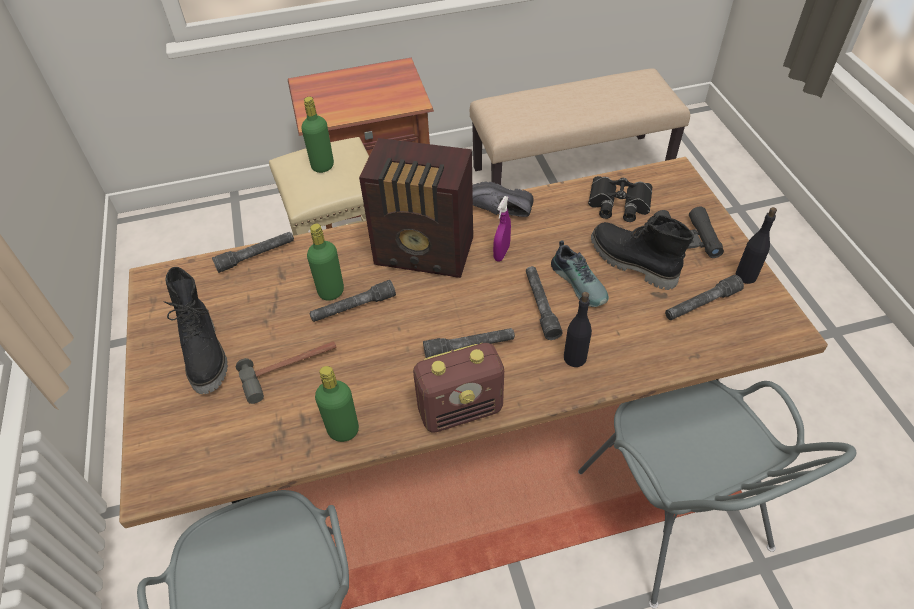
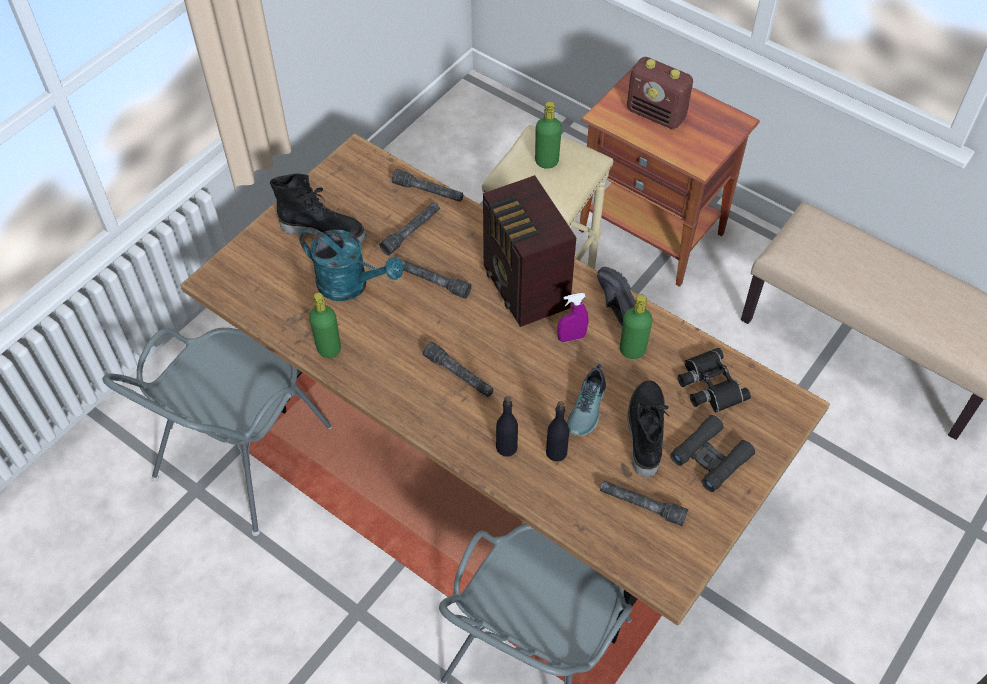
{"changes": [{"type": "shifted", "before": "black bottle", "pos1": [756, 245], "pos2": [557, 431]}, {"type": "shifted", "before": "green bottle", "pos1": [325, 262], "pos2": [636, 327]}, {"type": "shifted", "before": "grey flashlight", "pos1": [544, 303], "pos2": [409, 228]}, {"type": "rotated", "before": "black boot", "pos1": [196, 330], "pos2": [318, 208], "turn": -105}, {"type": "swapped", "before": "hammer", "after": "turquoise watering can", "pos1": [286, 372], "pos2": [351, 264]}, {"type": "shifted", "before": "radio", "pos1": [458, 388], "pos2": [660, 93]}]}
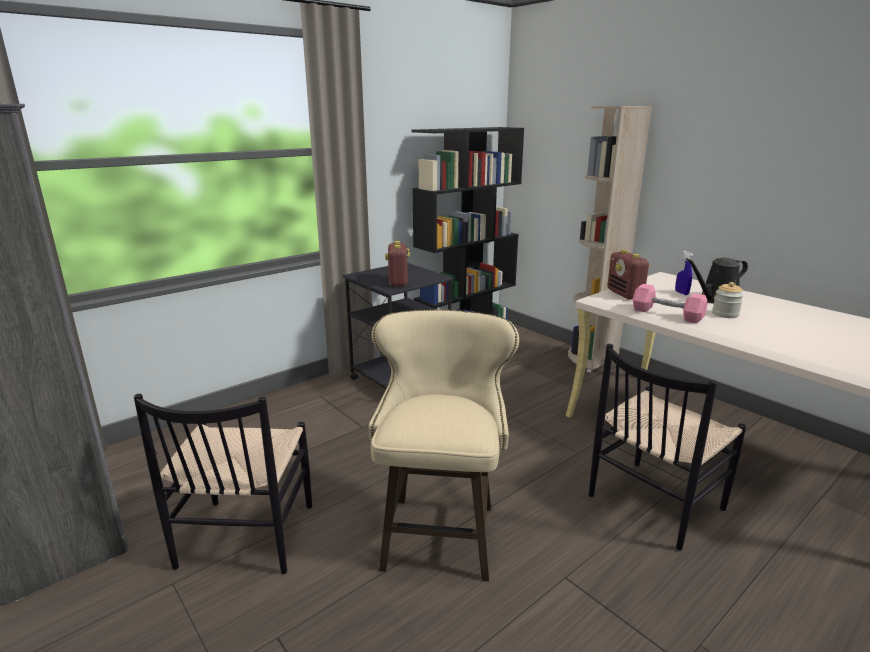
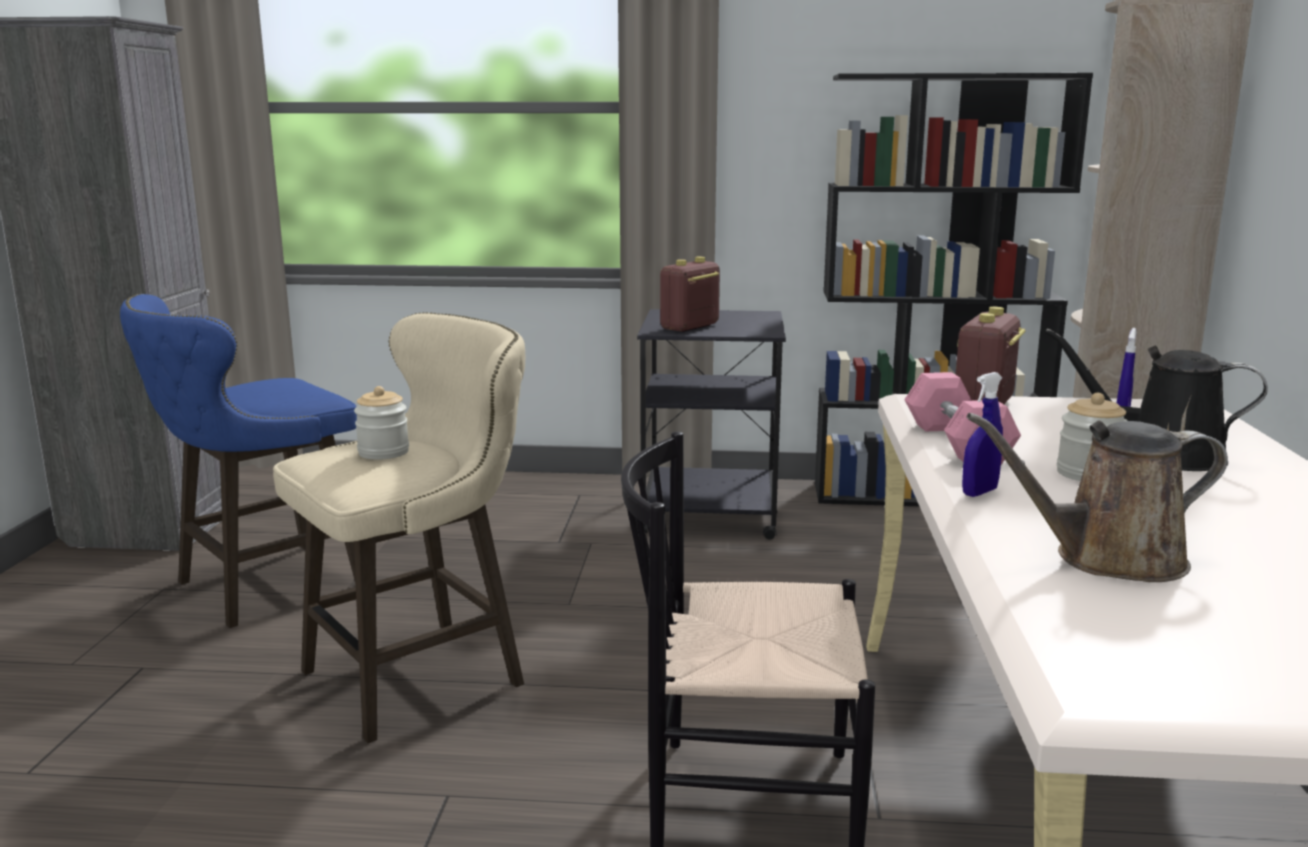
{"changes": [{"type": "swapped", "before": "black chair", "after": "blue stool", "pos1": [223, 484], "pos2": [238, 461]}, {"type": "new", "after": "blue spray bottle", "pos2": [982, 434]}, {"type": "new", "after": "jar", "pos2": [381, 423]}, {"type": "new", "after": "brown watering can", "pos2": [1097, 497]}]}
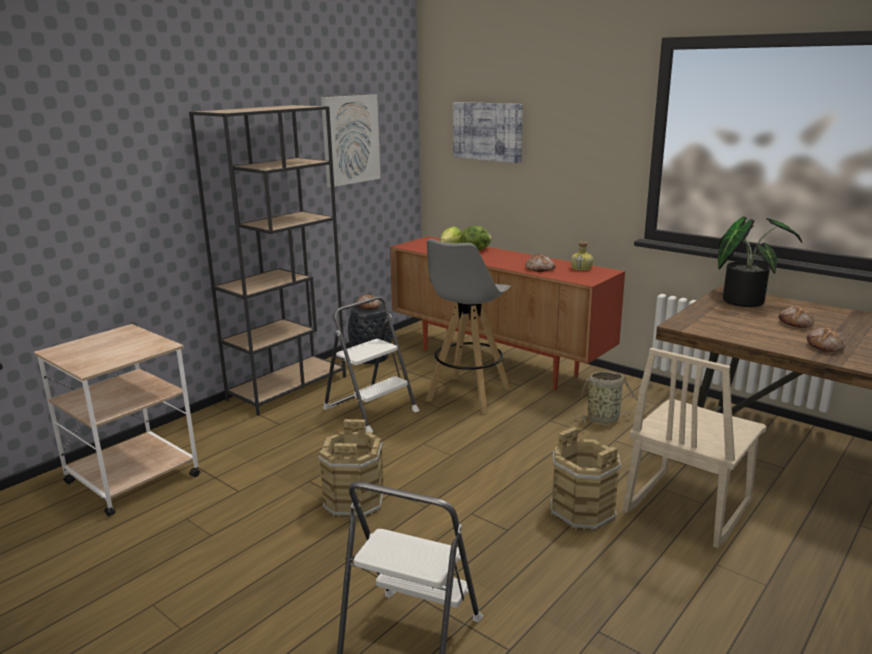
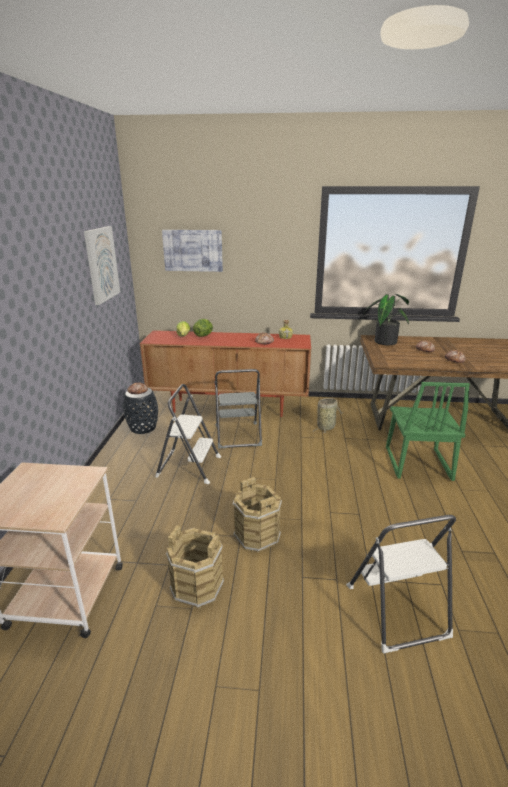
{"changes": [{"type": "gone", "before": "bookcase", "pos1": [267, 260]}, {"type": "swapped", "before": "grey stool", "after": "grey step ladder", "pos1": [468, 326], "pos2": [238, 409]}, {"type": "repainted", "before": "beige chair", "after": "green chair", "pos1": [695, 448], "pos2": [428, 431]}, {"type": "shifted", "before": "brown bucket", "pos1": [585, 479], "pos2": [195, 566]}]}
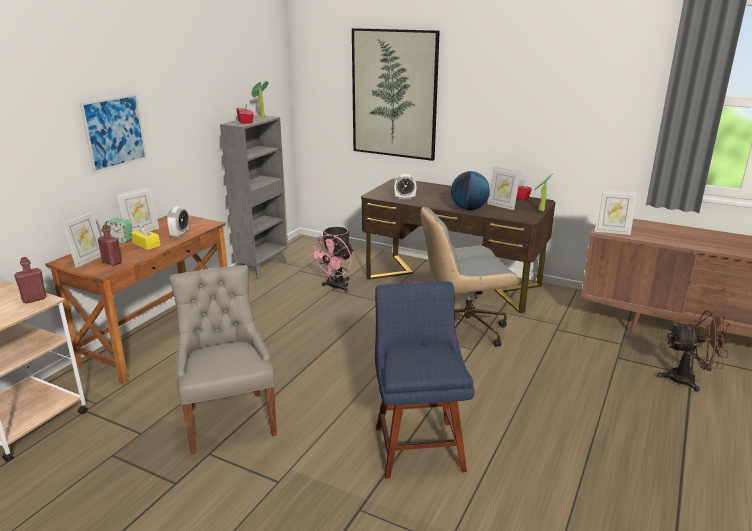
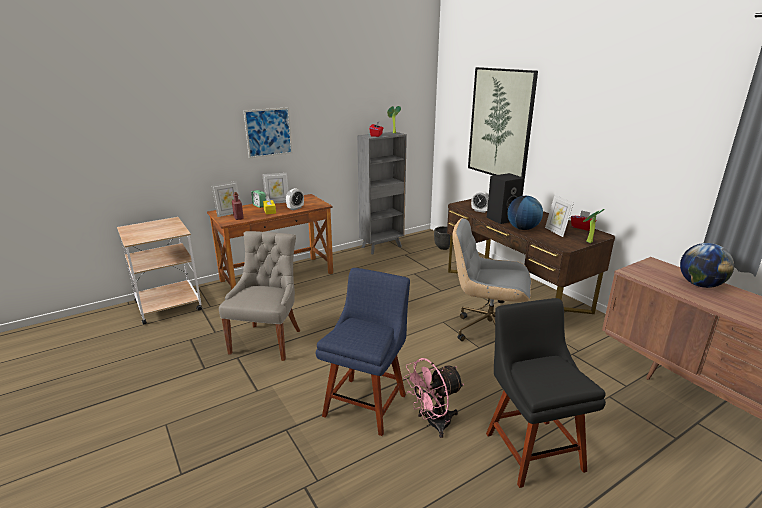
{"changes": [{"type": "gone", "before": "picture frame", "pos1": [616, 212]}, {"type": "shifted", "before": "pink fan", "pos1": [331, 263], "pos2": [433, 398]}, {"type": "gone", "before": "red bottle", "pos1": [30, 280]}, {"type": "gone", "before": "brown fan", "pos1": [694, 351]}, {"type": "new", "after": "black speaker", "pos2": [506, 198]}, {"type": "new", "after": "globe", "pos2": [707, 265]}, {"type": "new", "after": "black chair", "pos2": [546, 393]}]}
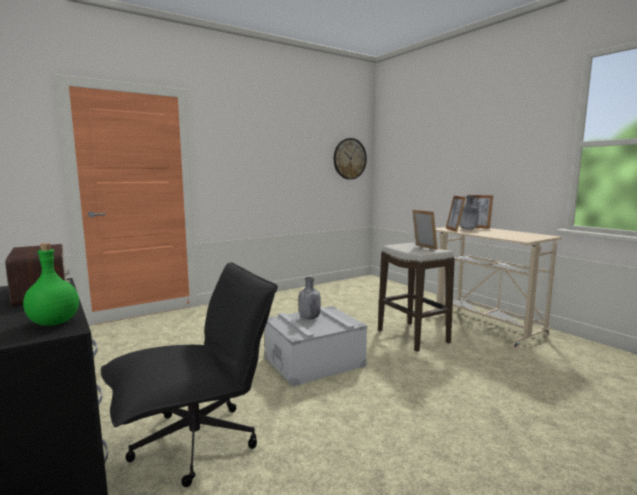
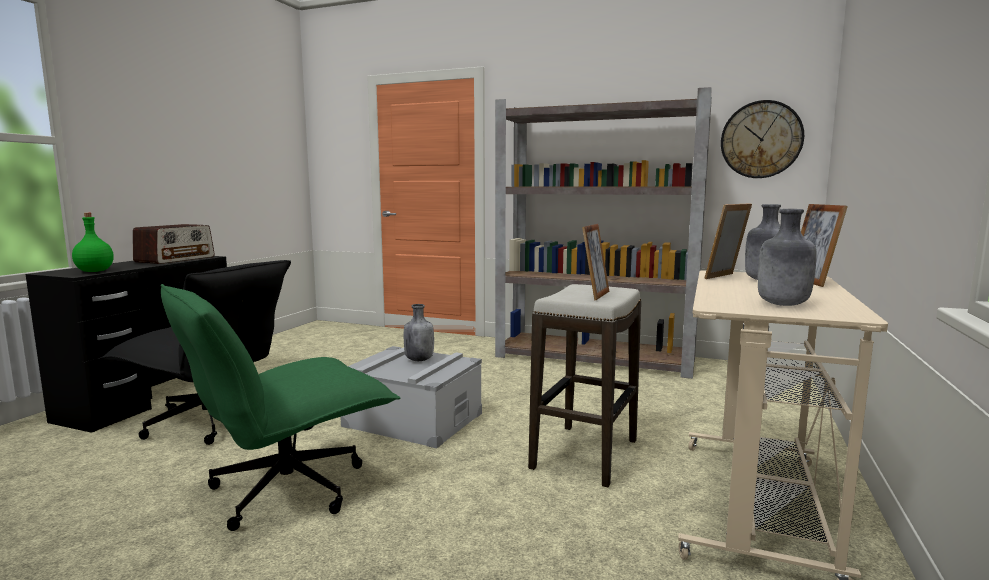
{"changes": [{"type": "new", "after": "brown bookcase", "pos2": [603, 233]}, {"type": "new", "after": "grey bottle", "pos2": [787, 257]}, {"type": "new", "after": "green office chair", "pos2": [280, 407]}]}
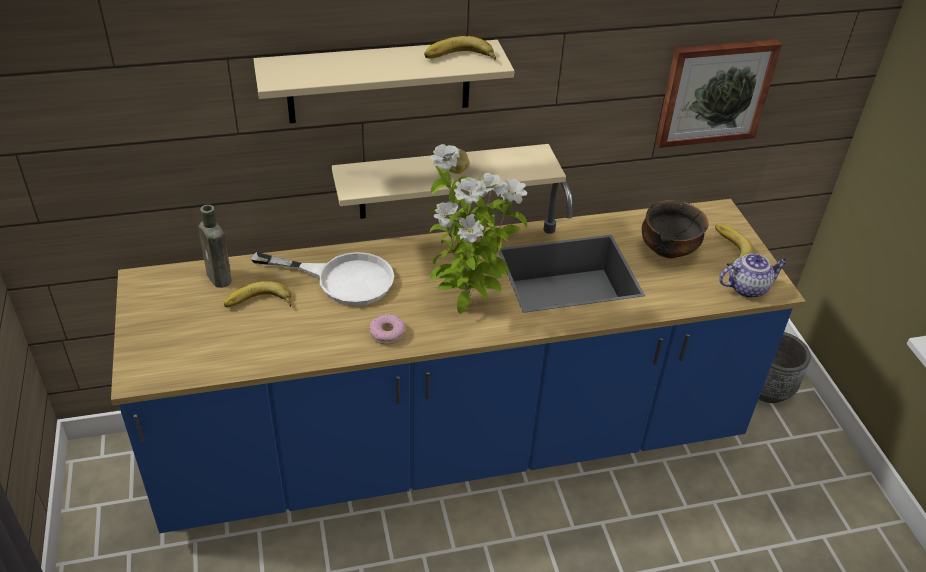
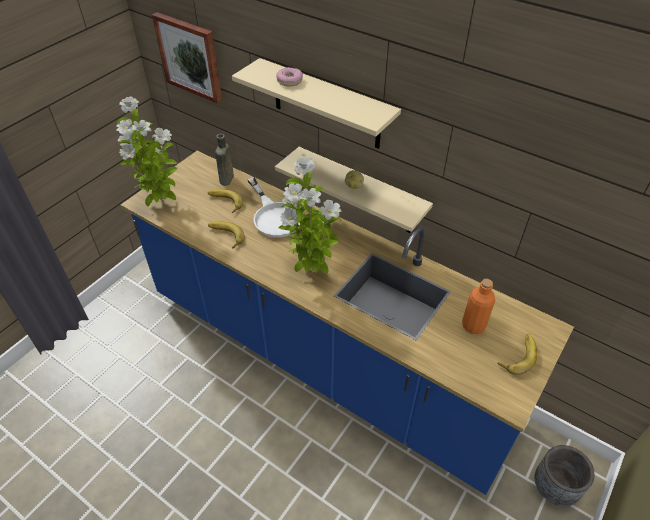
{"changes": [{"type": "shifted", "before": "banana", "pos1": [460, 48], "pos2": [226, 234]}, {"type": "shifted", "before": "picture", "pos1": [718, 93], "pos2": [187, 58]}, {"type": "swapped", "before": "bowl", "after": "orange bottle", "pos1": [675, 229], "pos2": [478, 306]}, {"type": "gone", "before": "teapot", "pos1": [753, 275]}, {"type": "shifted", "before": "donut", "pos1": [387, 329], "pos2": [289, 76]}, {"type": "new", "after": "potted plant", "pos2": [147, 151]}]}
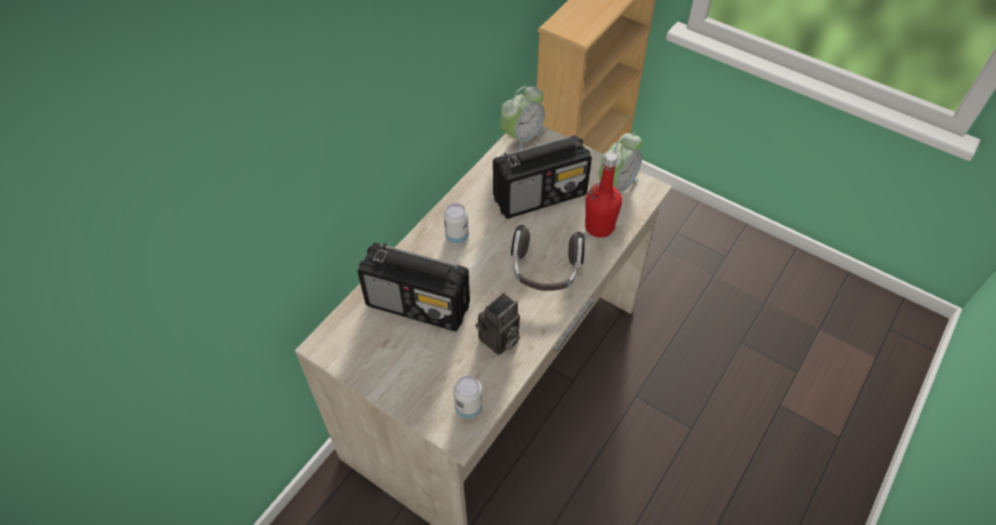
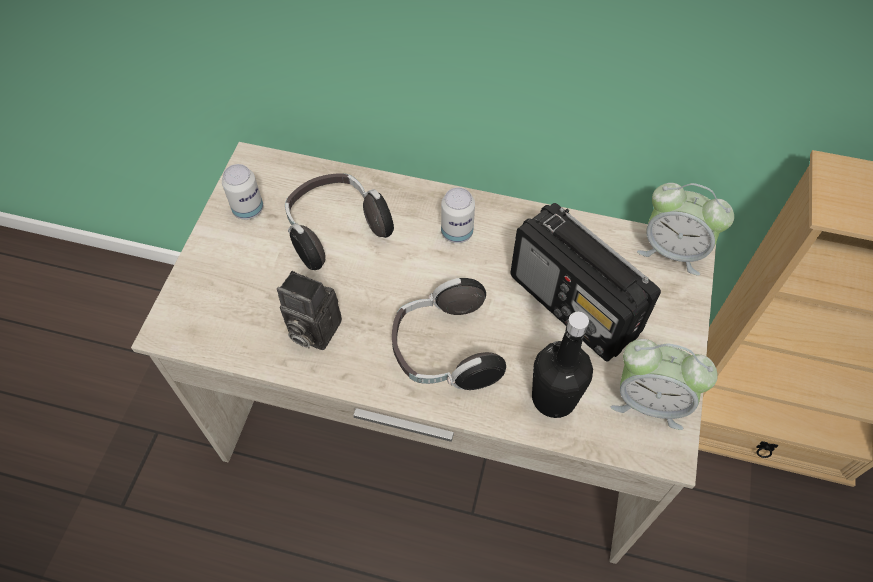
{"changes": [{"type": "repainted", "before": "red bottle", "after": "black bottle", "pos1": [603, 195], "pos2": [562, 365]}, {"type": "swapped", "before": "radio", "after": "headphones", "pos1": [413, 287], "pos2": [339, 221]}, {"type": "shifted", "before": "can", "pos1": [467, 397], "pos2": [242, 192]}]}
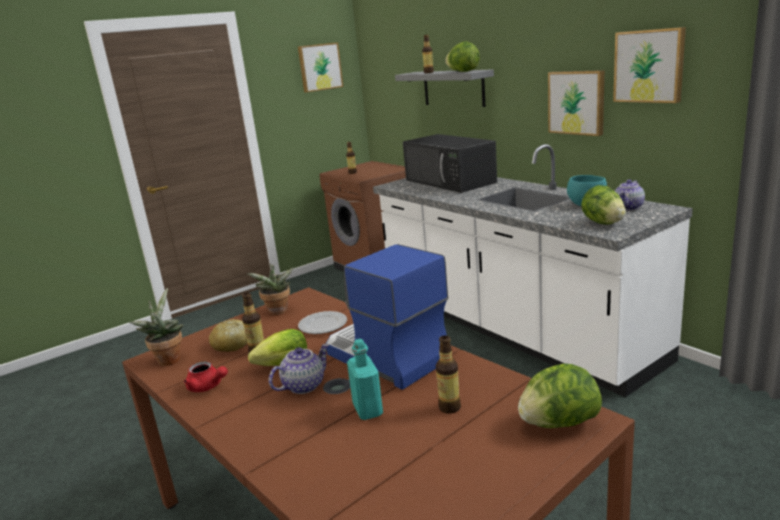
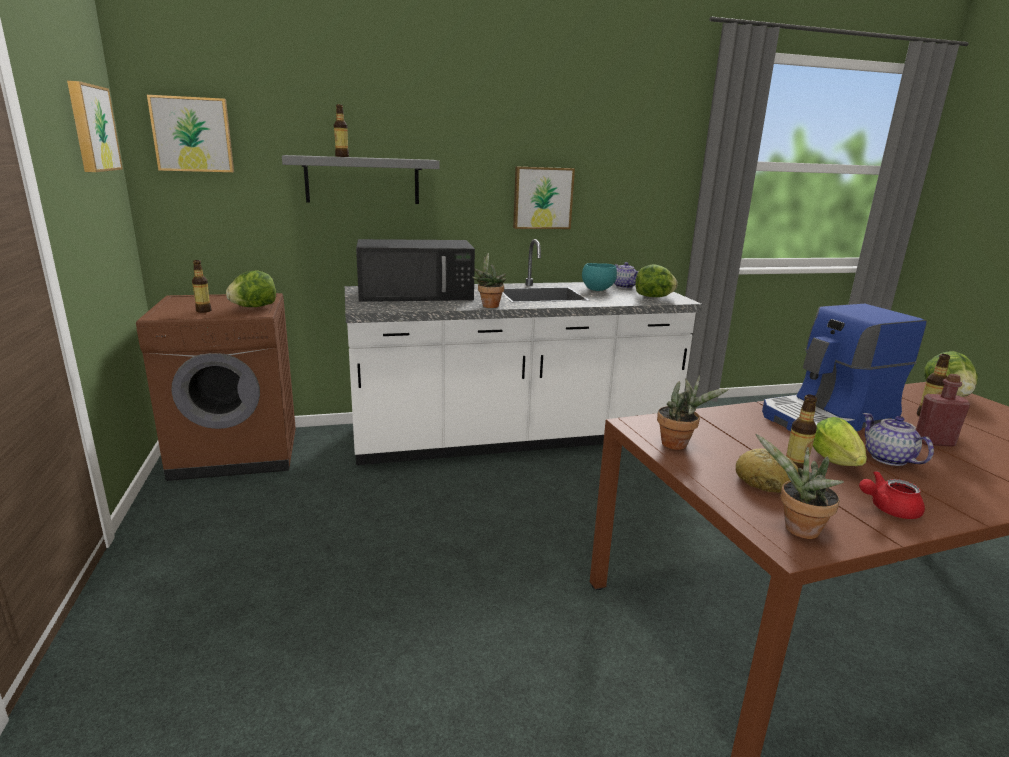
{"changes": [{"type": "shifted", "before": "picture", "pos1": [649, 65], "pos2": [190, 133]}, {"type": "shifted", "before": "lettuce", "pos1": [462, 56], "pos2": [251, 289]}, {"type": "gone", "before": "plate", "pos1": [322, 322]}, {"type": "repainted", "before": "turquoise bottle", "after": "red bottle", "pos1": [365, 379], "pos2": [943, 410]}, {"type": "rotated", "before": "red teapot", "pos1": [206, 376], "pos2": [892, 495], "turn": -150}, {"type": "new", "after": "potted plant", "pos2": [489, 280]}]}
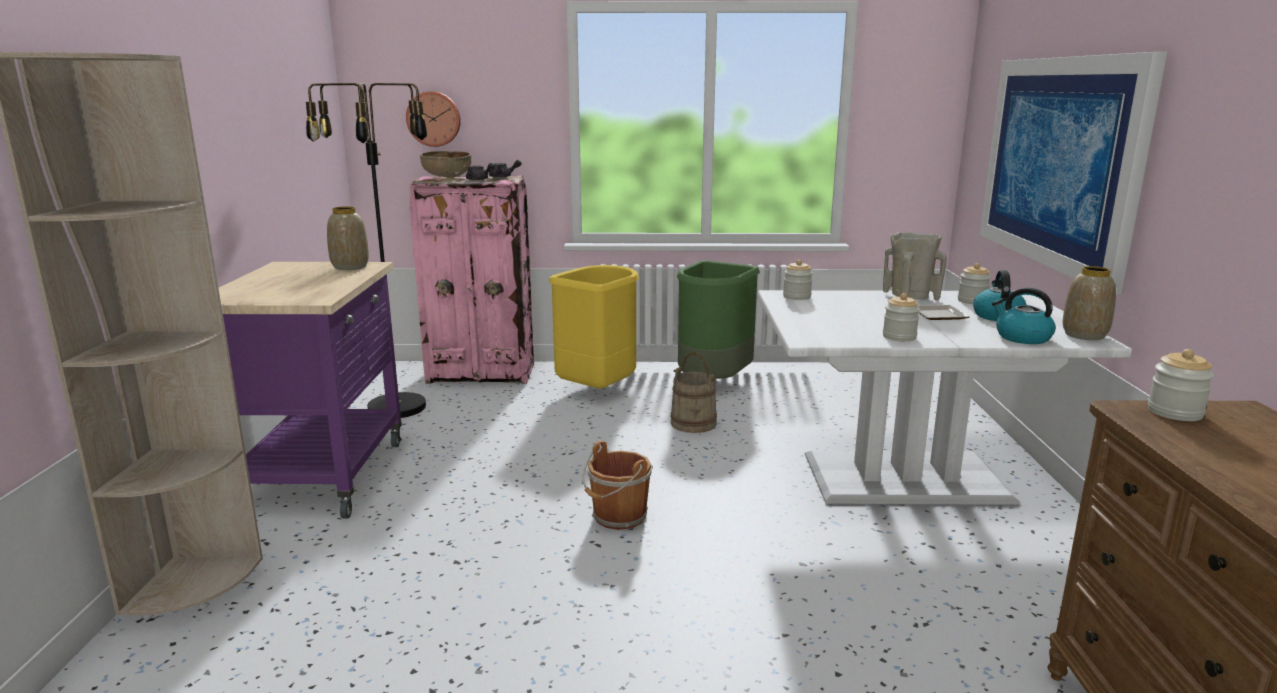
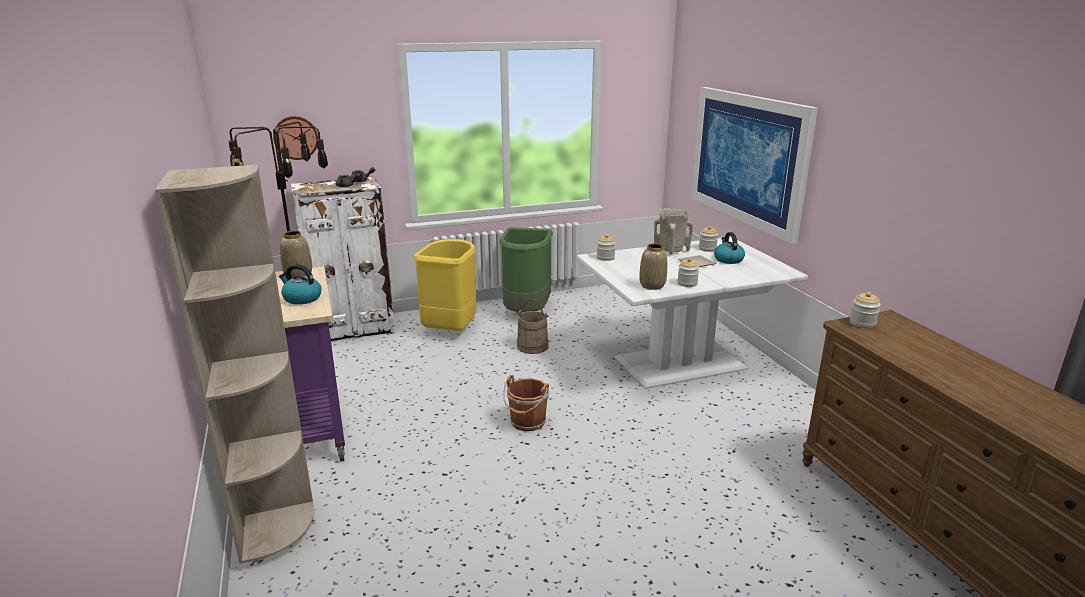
{"changes": [{"type": "gone", "before": "brown bowl", "pos1": [446, 164]}, {"type": "repainted", "before": "pink cabinet", "after": "white cabinet", "pos1": [472, 279], "pos2": [343, 259]}, {"type": "shifted", "before": "vase", "pos1": [1089, 303], "pos2": [653, 267]}, {"type": "shifted", "before": "kettle", "pos1": [1024, 316], "pos2": [300, 284]}]}
